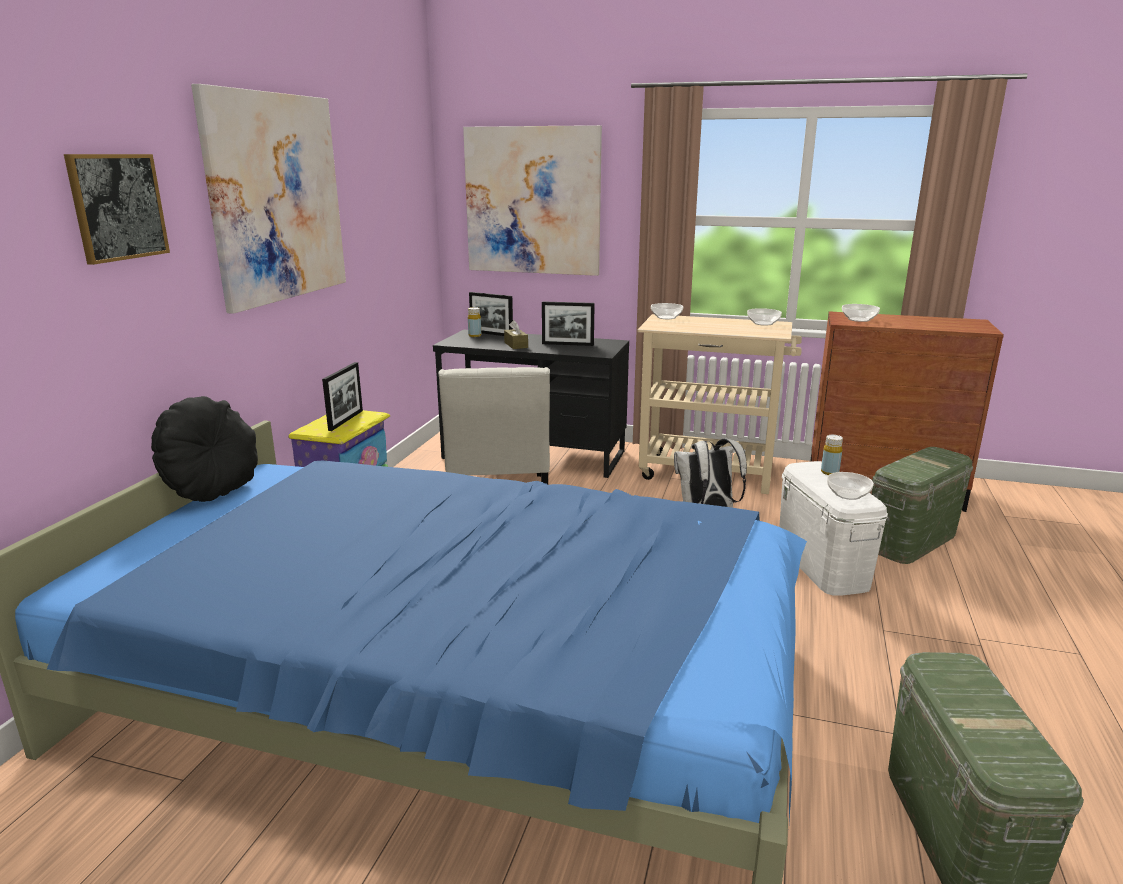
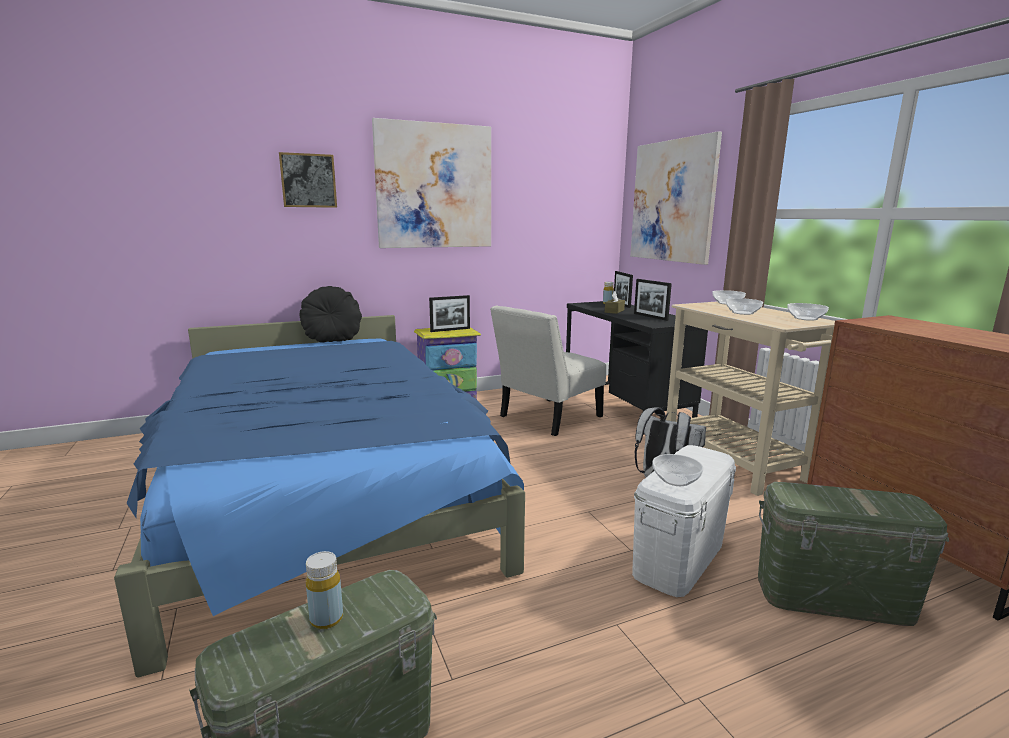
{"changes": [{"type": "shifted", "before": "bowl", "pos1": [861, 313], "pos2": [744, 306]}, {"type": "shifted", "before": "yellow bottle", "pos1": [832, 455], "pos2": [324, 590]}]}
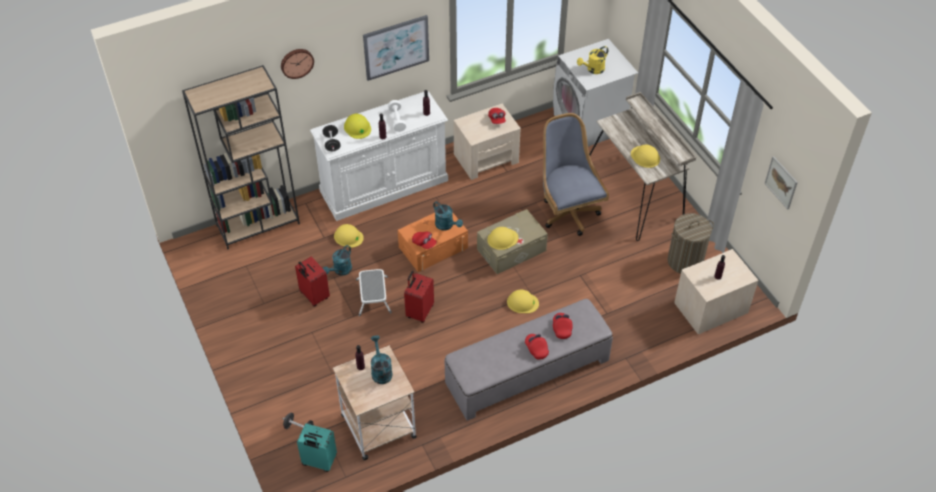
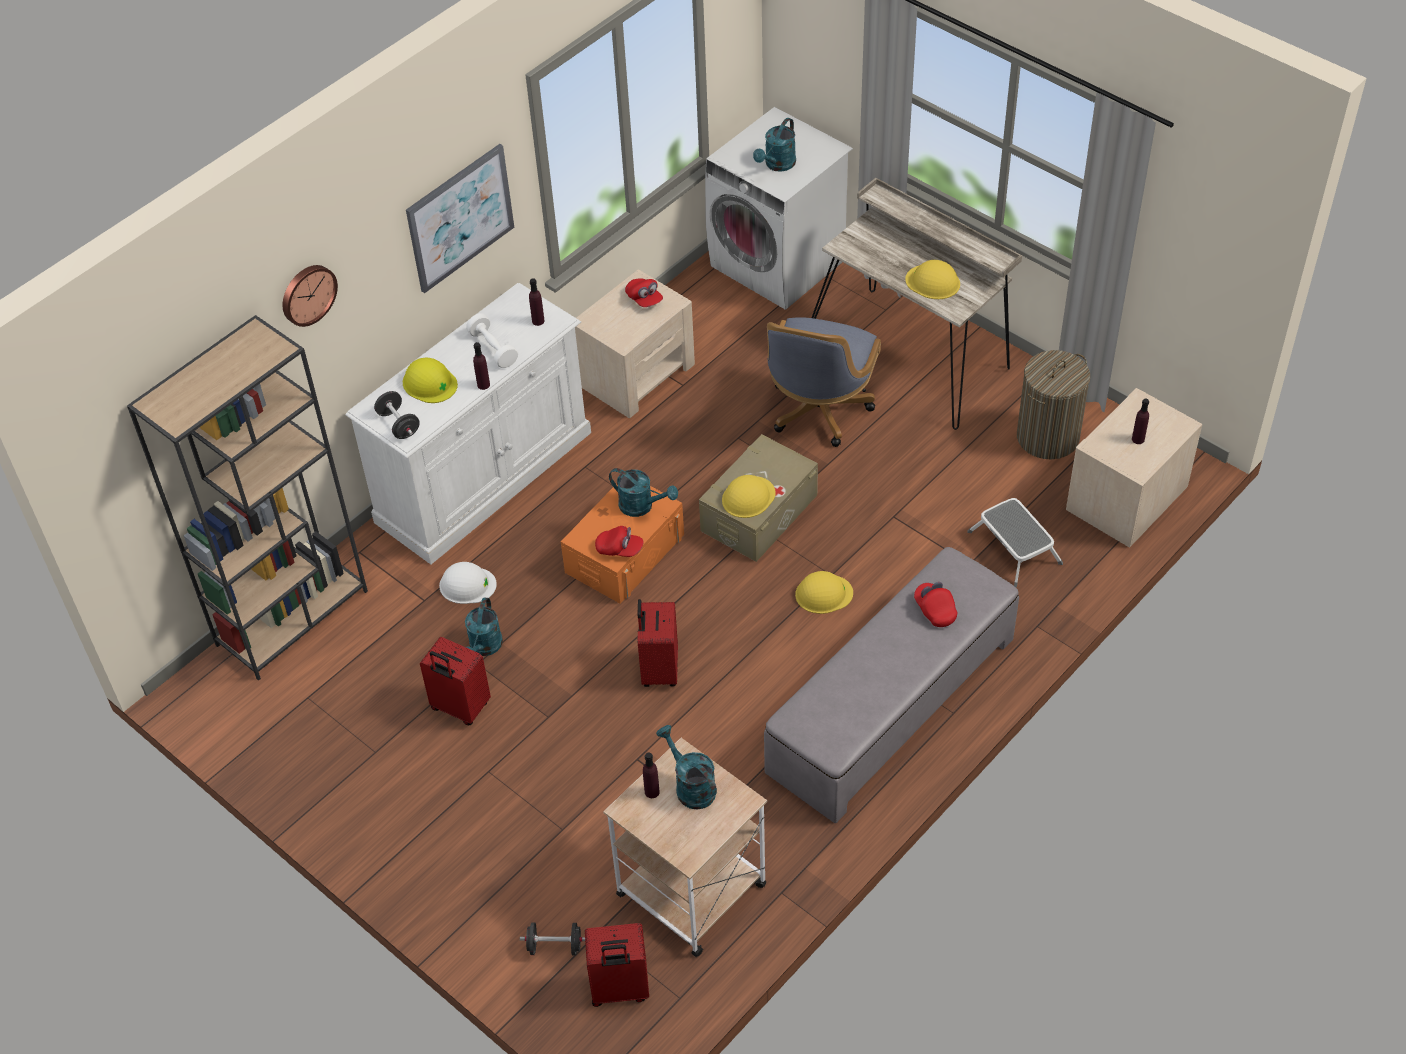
{"changes": [{"type": "repainted", "before": "yellow watering can", "after": "turquoise watering can", "pos1": [592, 60], "pos2": [774, 145]}, {"type": "rotated", "before": "blue office chair", "pos1": [576, 174], "pos2": [824, 382], "turn": -120}, {"type": "gone", "before": "picture", "pos1": [781, 182]}, {"type": "repainted", "before": "yellow hard hat", "after": "white hard hat", "pos1": [349, 236], "pos2": [468, 583]}, {"type": "shifted", "before": "grey step ladder", "pos1": [374, 293], "pos2": [1015, 543]}, {"type": "gone", "before": "red cap", "pos1": [537, 347]}, {"type": "repainted", "before": "turquoise suitcase", "after": "red suitcase", "pos1": [317, 448], "pos2": [617, 965]}]}
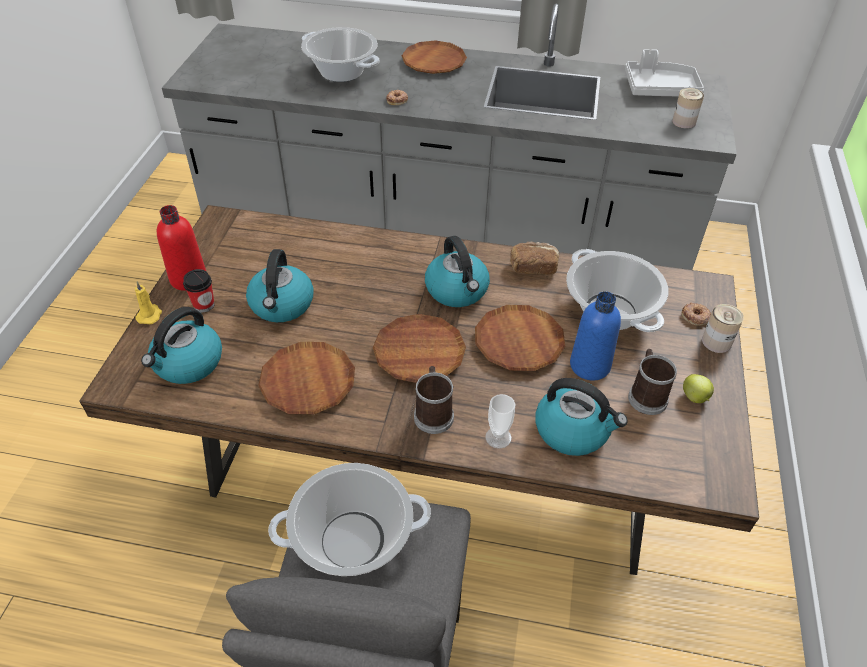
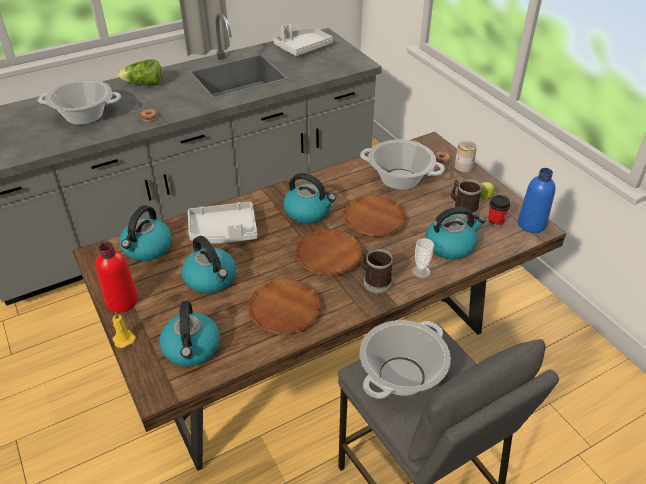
{"changes": [{"type": "swapped", "before": "brown plate", "after": "lettuce", "pos1": [434, 57], "pos2": [139, 72]}, {"type": "gone", "before": "can", "pos1": [688, 108]}, {"type": "gone", "before": "bread", "pos1": [534, 258]}, {"type": "shifted", "before": "cup", "pos1": [199, 290], "pos2": [499, 211]}, {"type": "shifted", "before": "blue bottle", "pos1": [595, 335], "pos2": [536, 200]}, {"type": "new", "after": "grey tray", "pos2": [223, 223]}, {"type": "new", "after": "kettle", "pos2": [145, 233]}]}
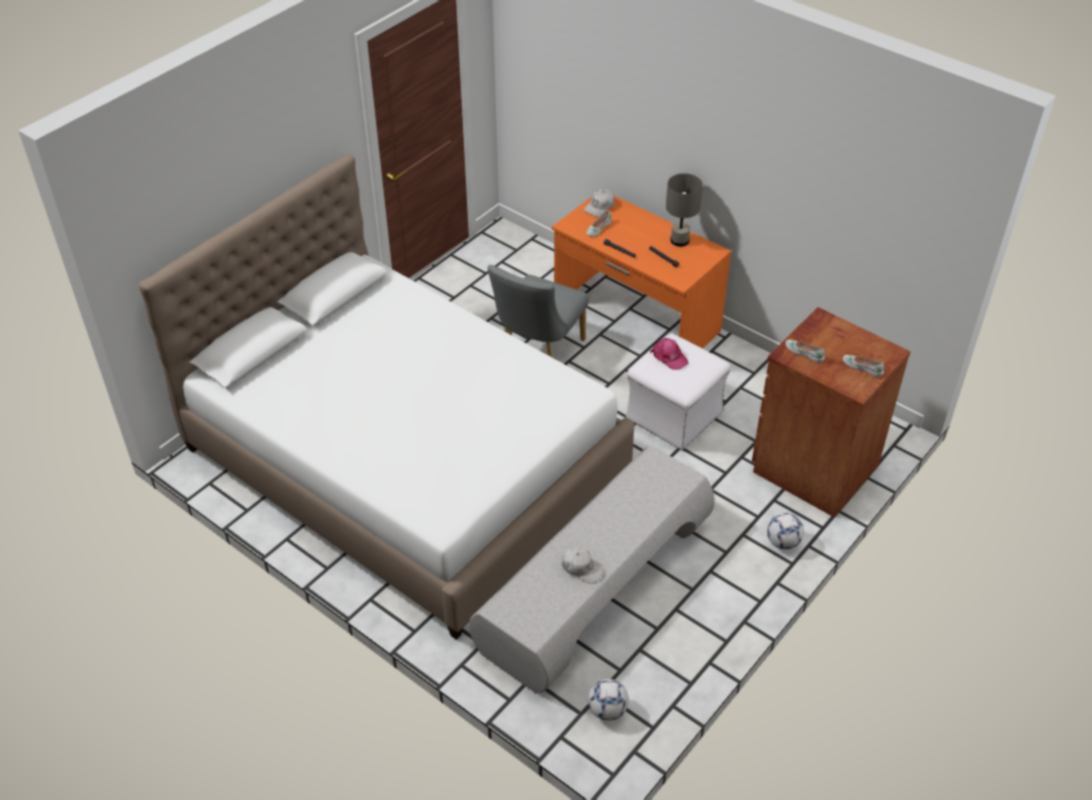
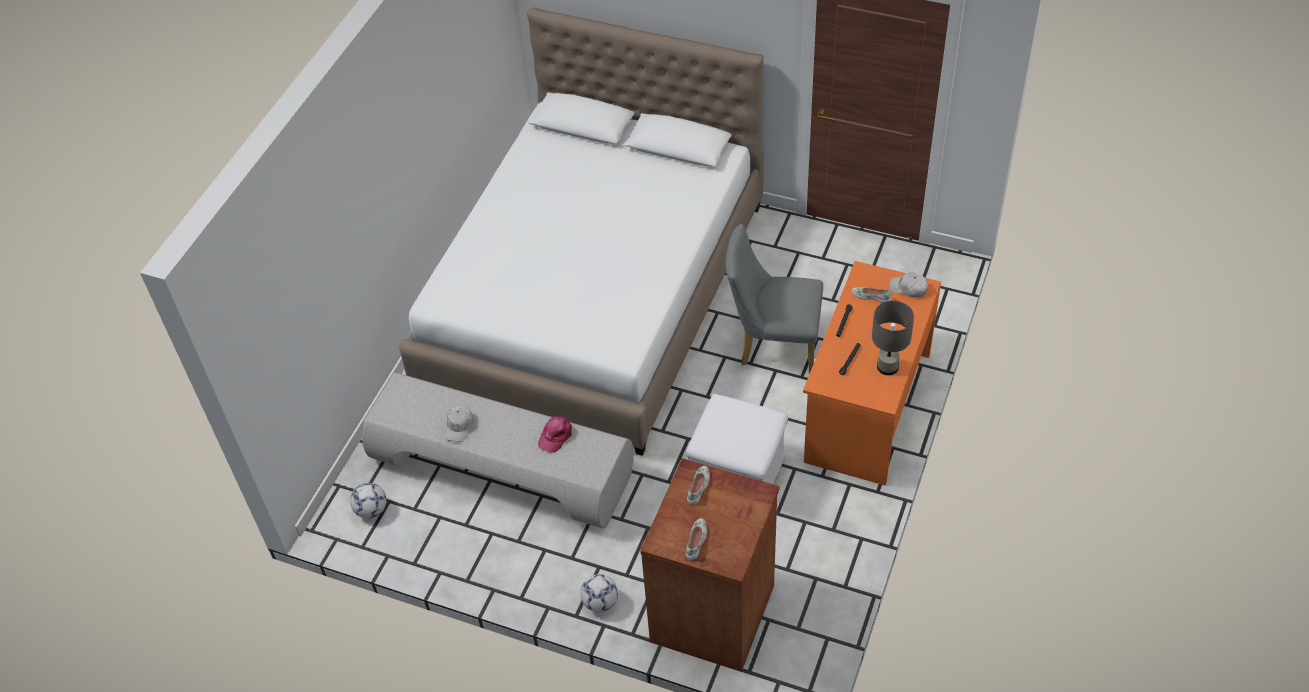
{"changes": [{"type": "shifted", "before": "pink cap", "pos1": [669, 354], "pos2": [555, 434]}]}
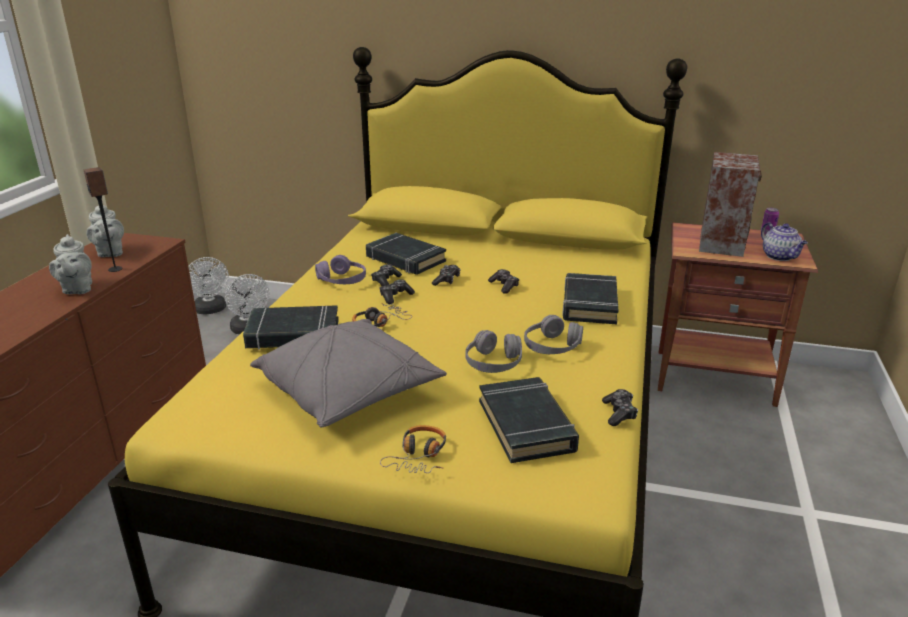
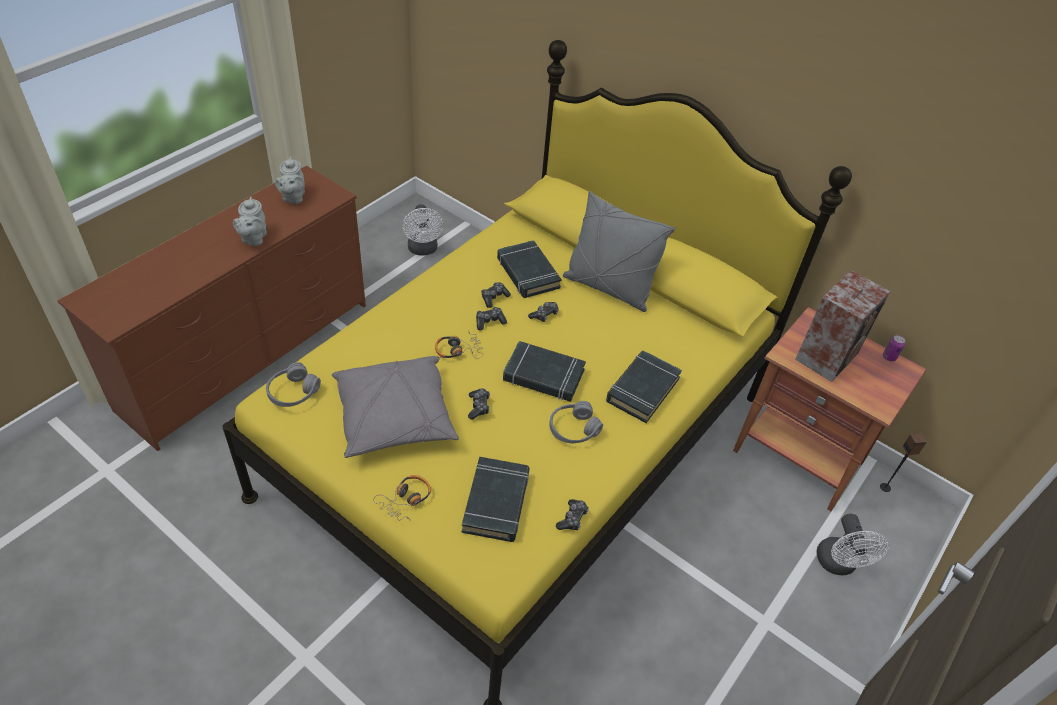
{"changes": [{"type": "shifted", "before": "speaker", "pos1": [103, 219], "pos2": [903, 462]}, {"type": "gone", "before": "teapot", "pos1": [784, 241]}, {"type": "gone", "before": "purple headphones", "pos1": [340, 269]}, {"type": "shifted", "before": "white fan", "pos1": [208, 286], "pos2": [853, 544]}, {"type": "shifted", "before": "game controller", "pos1": [503, 281], "pos2": [479, 403]}, {"type": "shifted", "before": "black book", "pos1": [291, 327], "pos2": [544, 371]}, {"type": "shifted", "before": "grey headphones", "pos1": [493, 351], "pos2": [293, 384]}, {"type": "new", "after": "grey pillow", "pos2": [619, 251]}]}
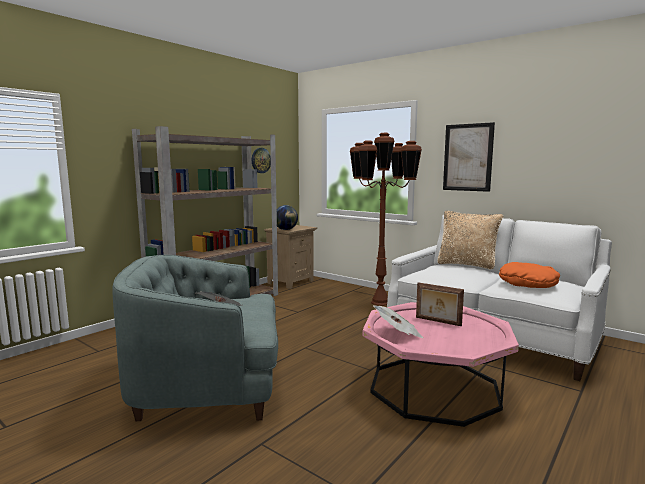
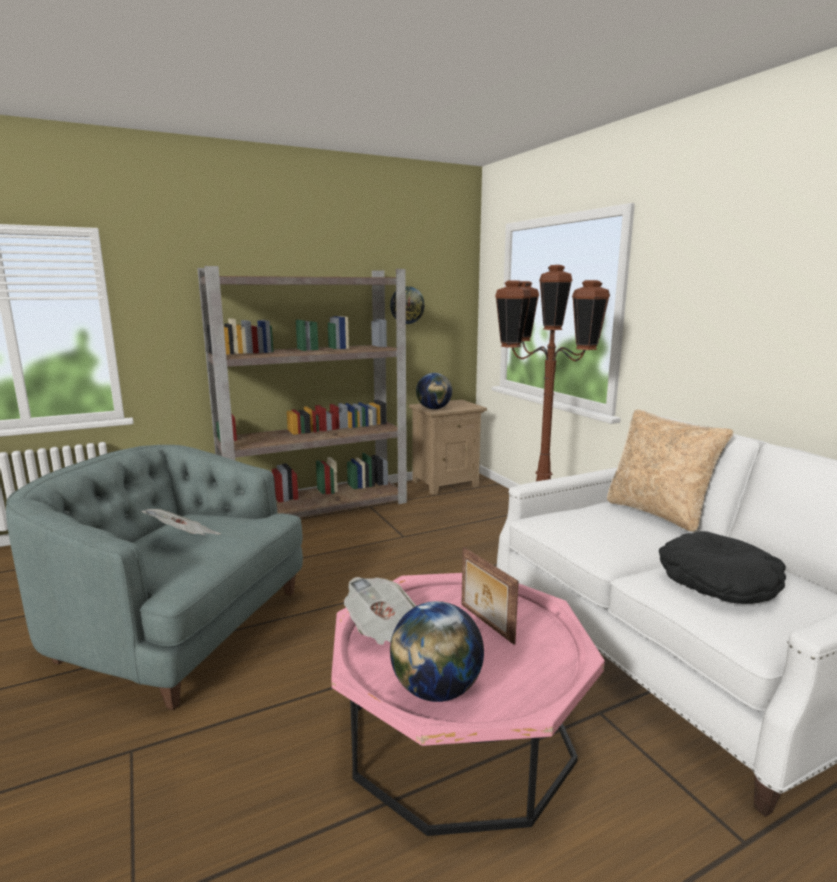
{"changes": [{"type": "gone", "before": "picture", "pos1": [469, 157]}, {"type": "repainted", "before": "orange pillow", "after": "black pillow", "pos1": [529, 275], "pos2": [722, 567]}, {"type": "new", "after": "globe", "pos2": [437, 651]}]}
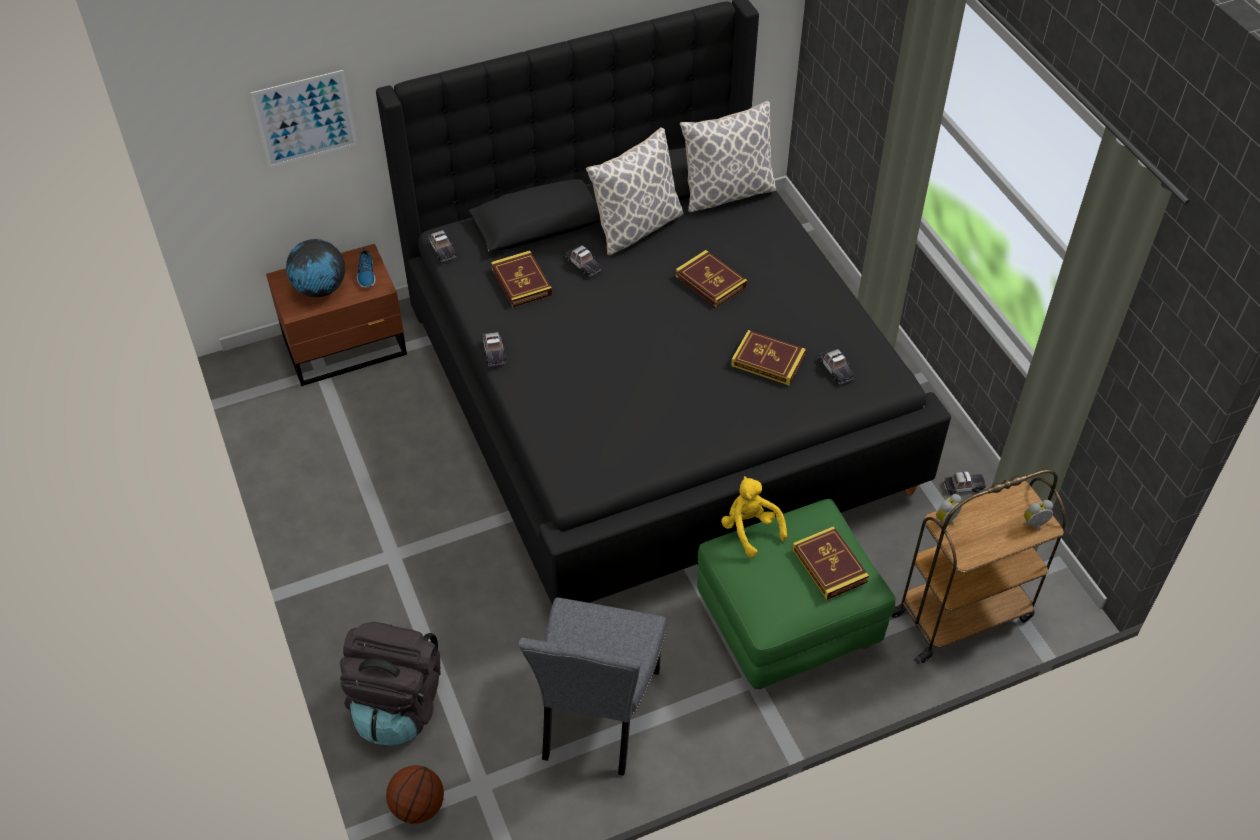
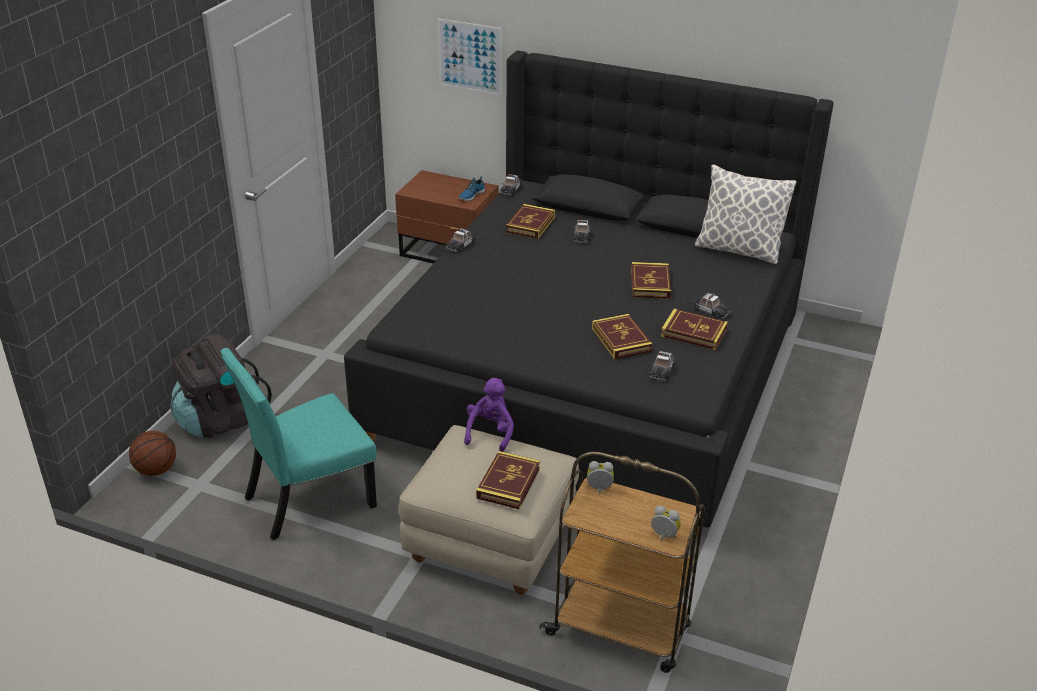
{"changes": [{"type": "gone", "before": "pillow", "pos1": [634, 191]}, {"type": "gone", "before": "globe", "pos1": [315, 268]}, {"type": "shifted", "before": "toy car", "pos1": [964, 483], "pos2": [711, 306]}, {"type": "repainted", "before": "yellow plush toy", "after": "purple plush toy", "pos1": [754, 517], "pos2": [489, 415]}, {"type": "repainted", "before": "green ottoman", "after": "beige ottoman", "pos1": [796, 594], "pos2": [489, 510]}, {"type": "repainted", "before": "grey chair", "after": "turquoise chair", "pos1": [592, 686], "pos2": [299, 444]}, {"type": "new", "after": "book", "pos2": [694, 329]}]}
